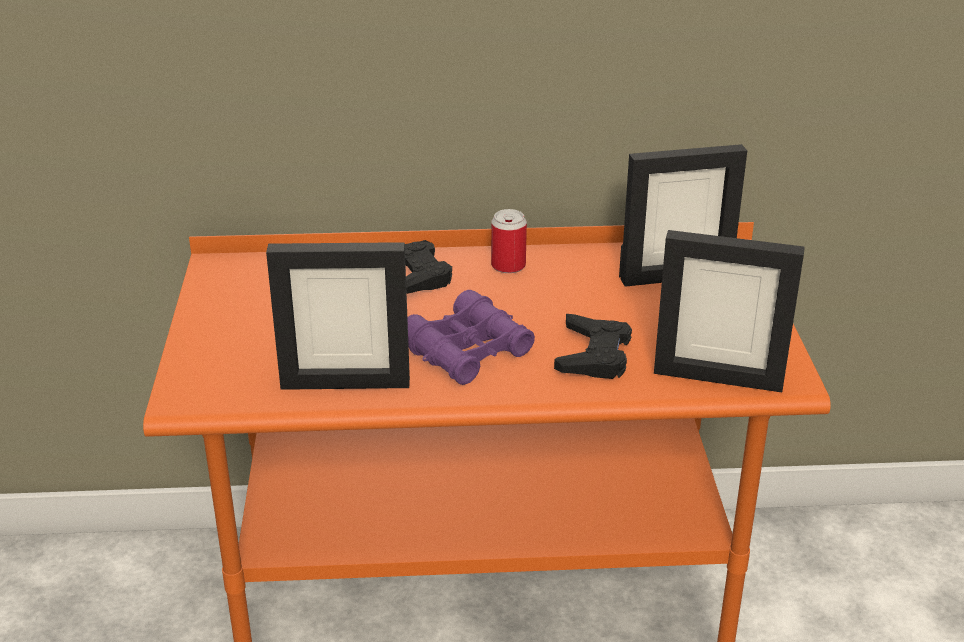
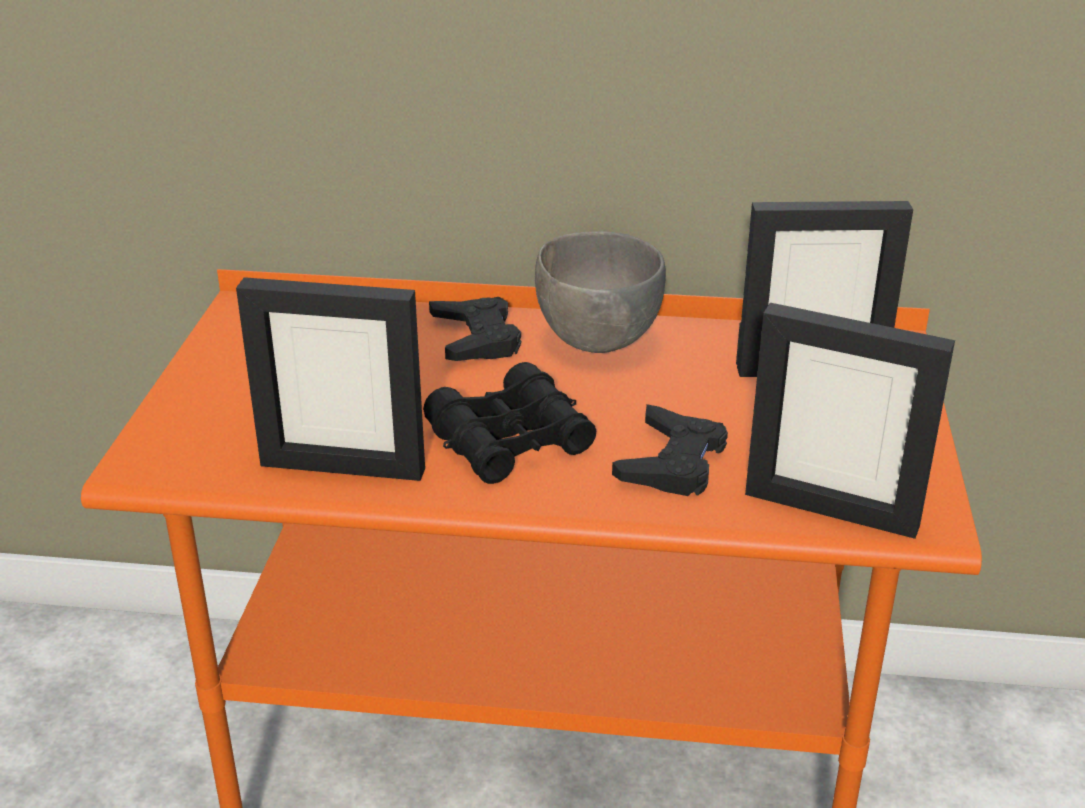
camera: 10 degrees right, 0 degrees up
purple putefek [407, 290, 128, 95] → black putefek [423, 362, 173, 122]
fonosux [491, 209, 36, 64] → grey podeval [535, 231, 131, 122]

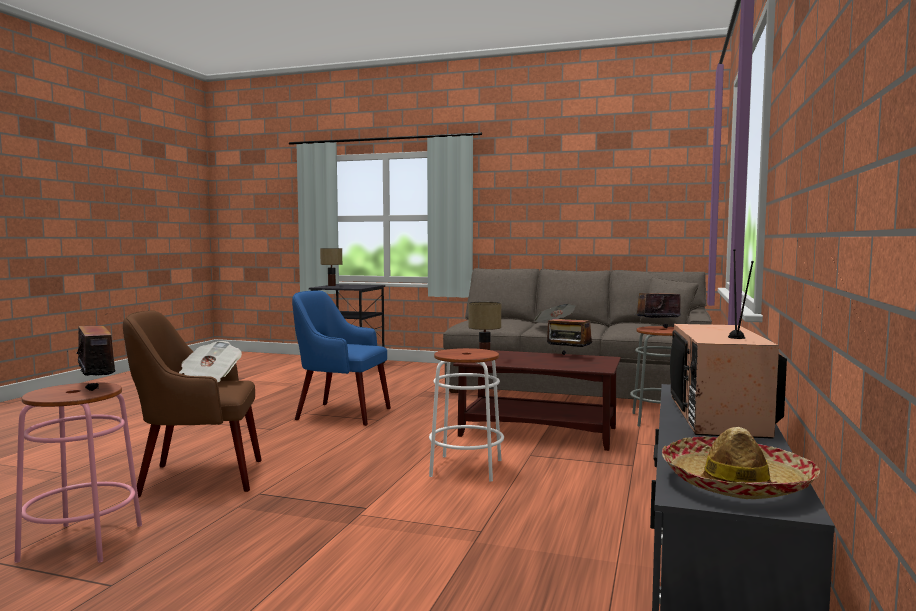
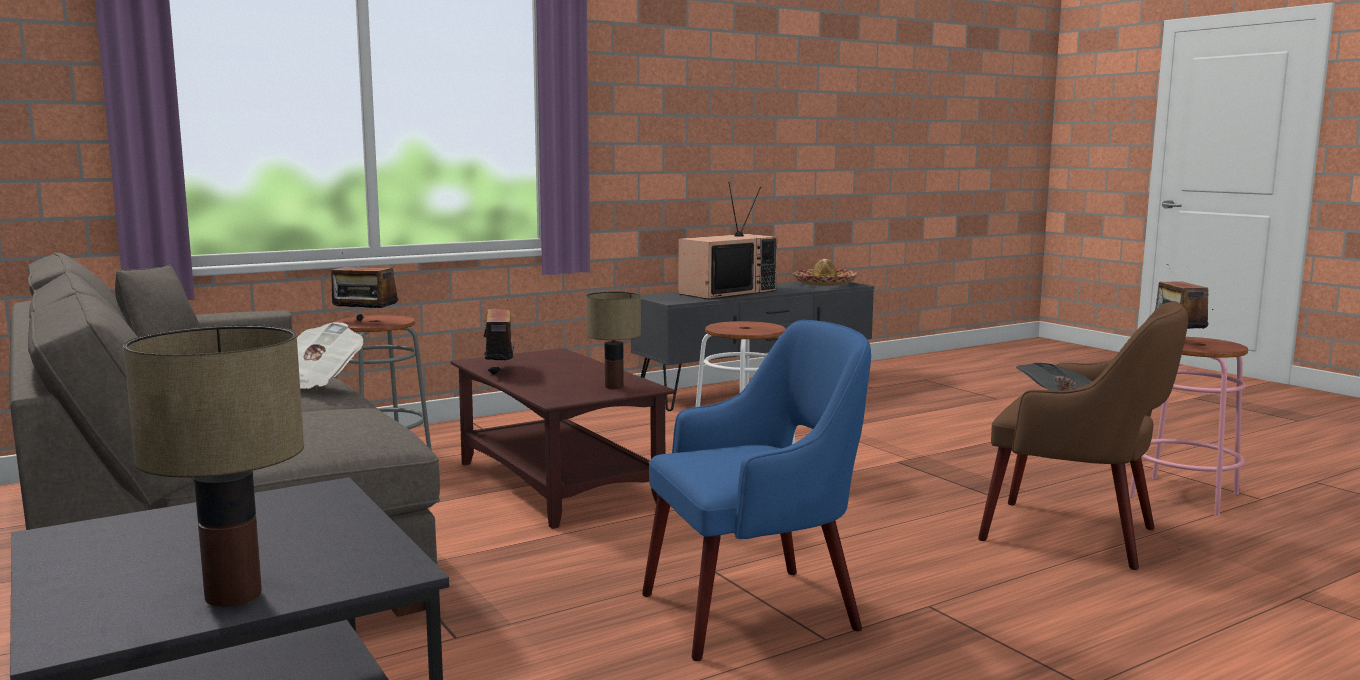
camera: 140 degrees left, 5 degrees up
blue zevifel [292, 291, 99, 135] → blue zevifel [642, 320, 229, 341], 75 degrees counterclockwise

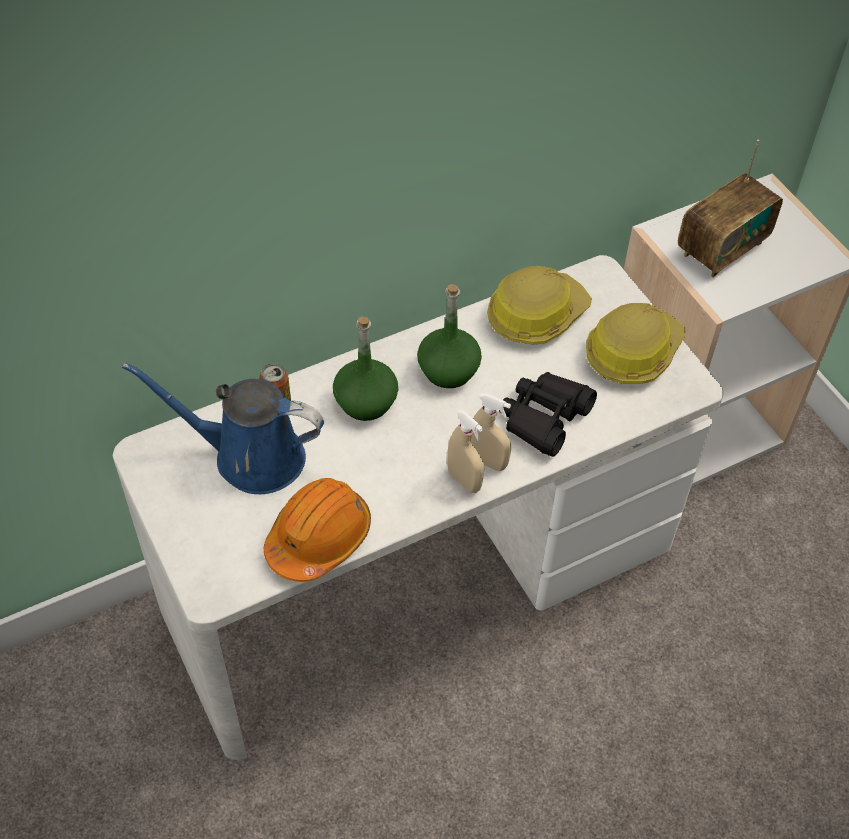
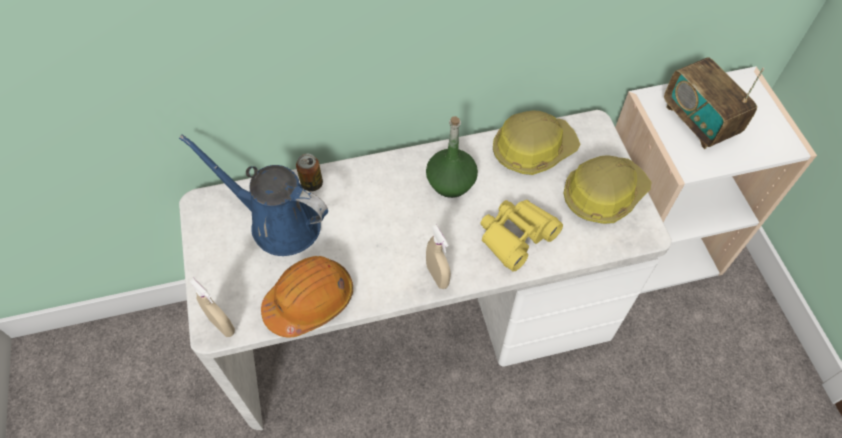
camera: 15 degrees right, 5 degrees up
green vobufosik [333, 316, 65, 105] → -
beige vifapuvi [471, 393, 40, 78] → beige vifapuvi [190, 278, 45, 59], relocated
black putefek [499, 372, 98, 85] → yellow putefek [480, 200, 83, 72]
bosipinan [678, 140, 105, 137] → bosipinan [664, 57, 101, 92], 90 degrees clockwise

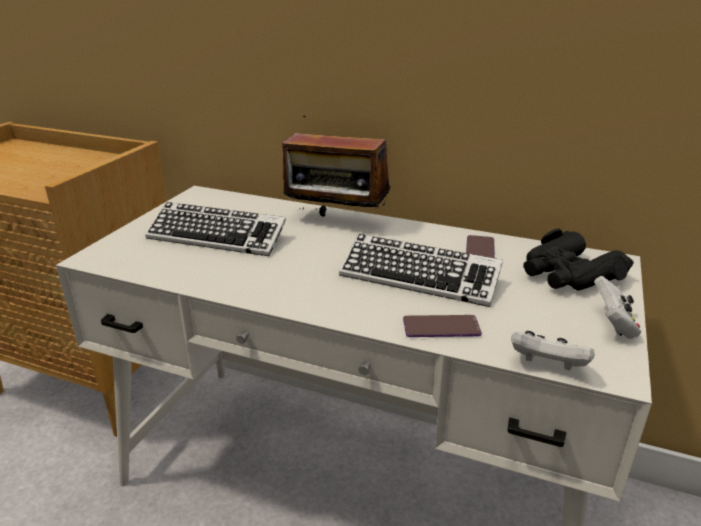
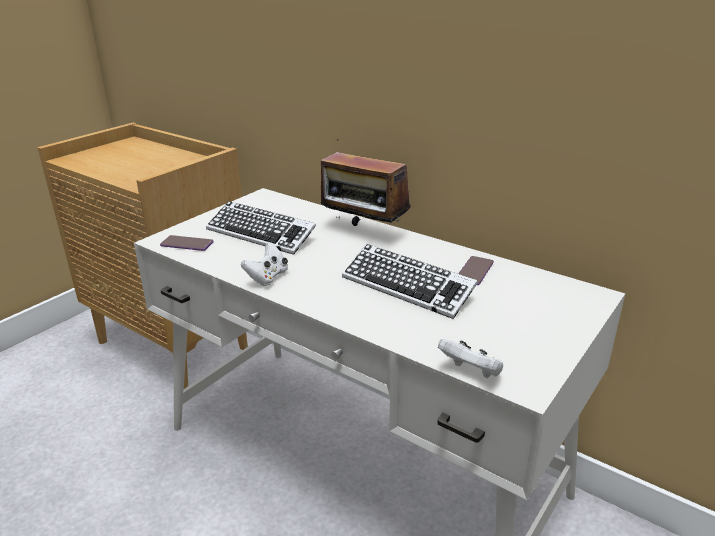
camera: 15 degrees right, 0 degrees up
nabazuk [403, 315, 79, 22] → nabazuk [160, 235, 54, 16], relocated
black putefek [523, 228, 111, 63] → -
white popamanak [594, 276, 47, 63] → white popamanak [241, 242, 47, 44], relocated

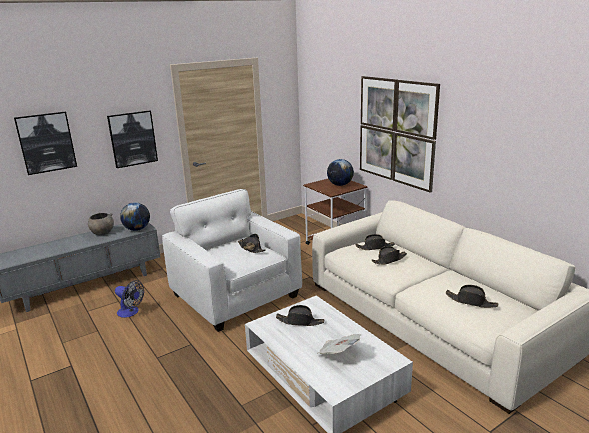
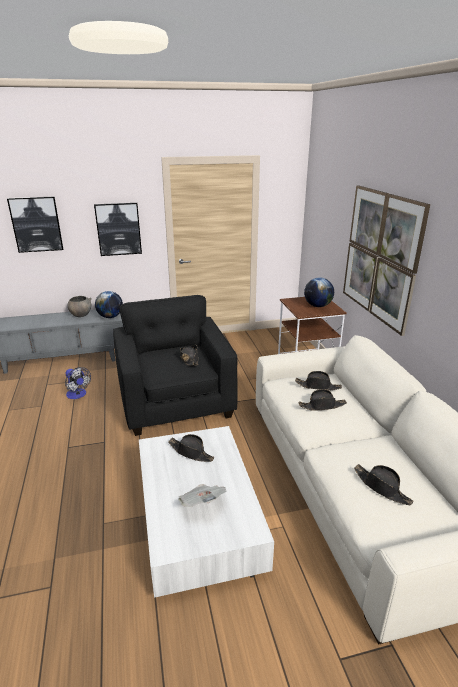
camera: 20 degrees right, 5 degrees up
white zevifel [162, 189, 140, 143] → black zevifel [113, 295, 125, 141]

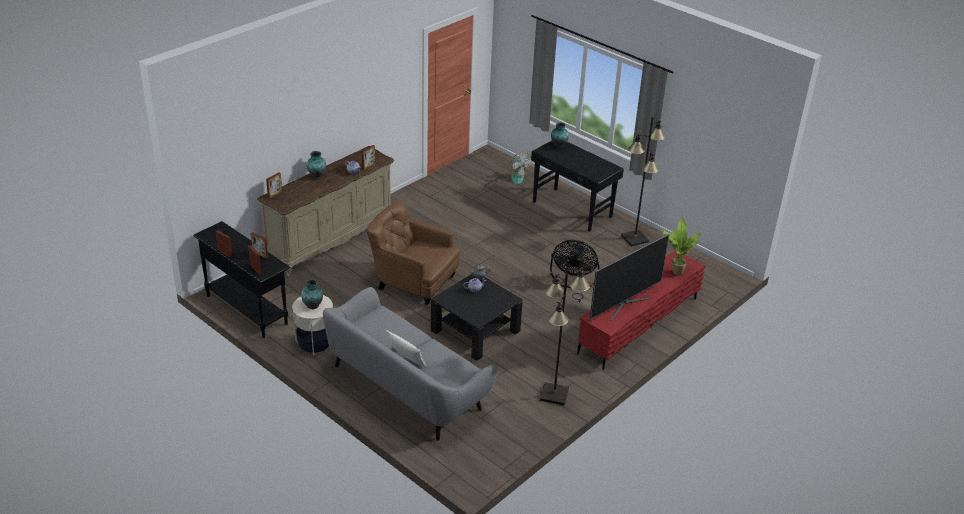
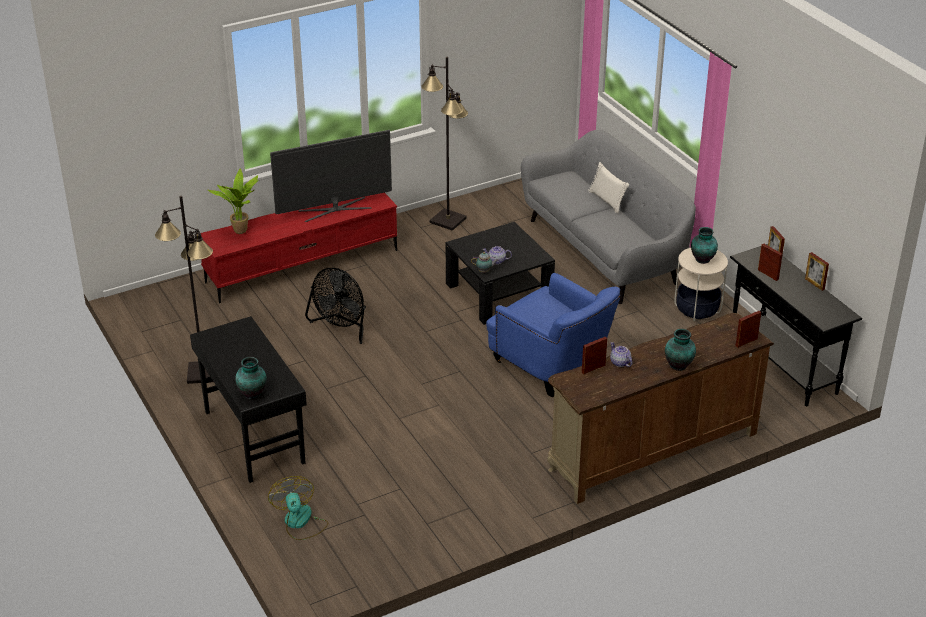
camera: 160 degrees left, 0 degrees up
brown zevifel [367, 201, 94, 104] → blue zevifel [486, 273, 134, 124]

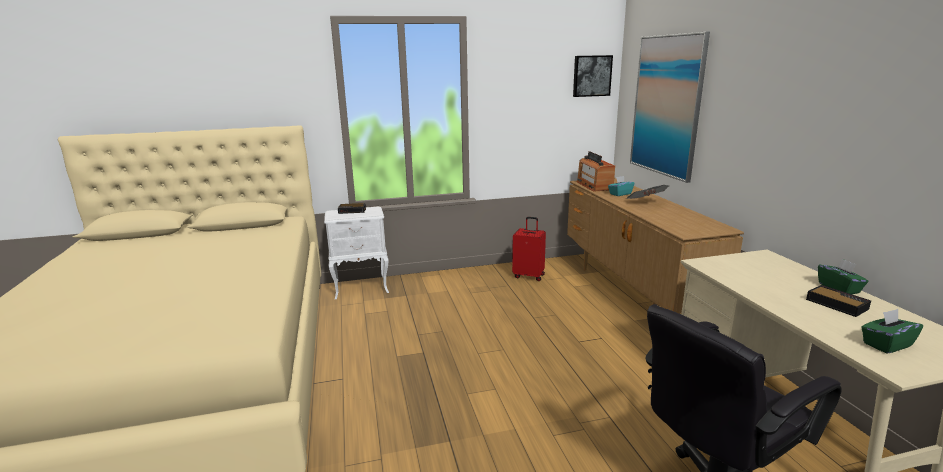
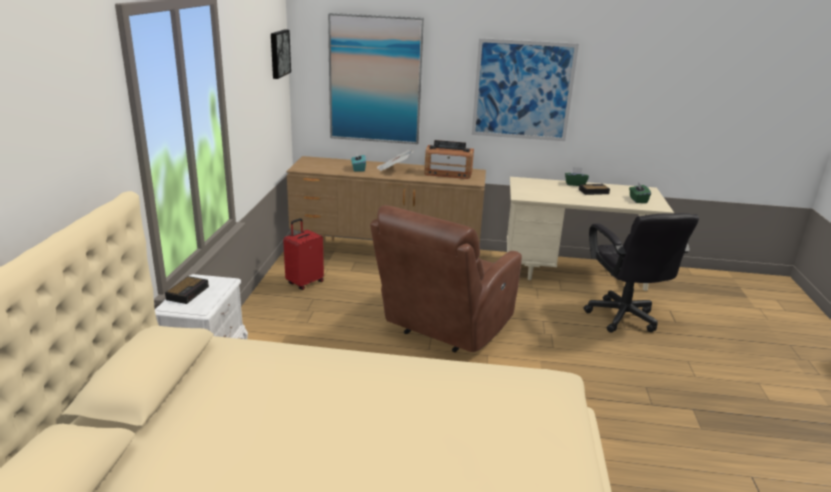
camera: 70 degrees left, 5 degrees up
bosipinan [576, 151, 39, 41] → bosipinan [424, 140, 50, 39], relocated
- → brown zevifel [370, 205, 152, 147]
- → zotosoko [472, 38, 107, 103]

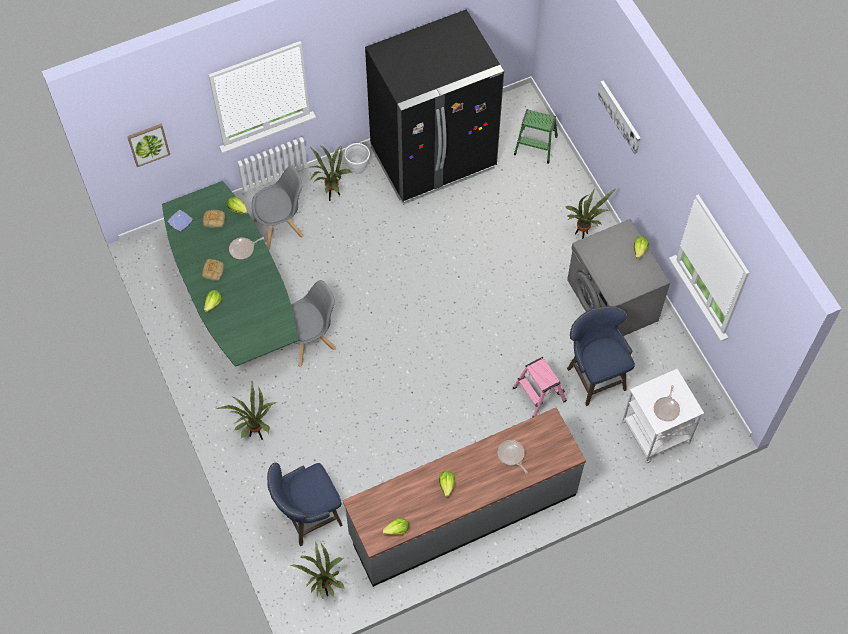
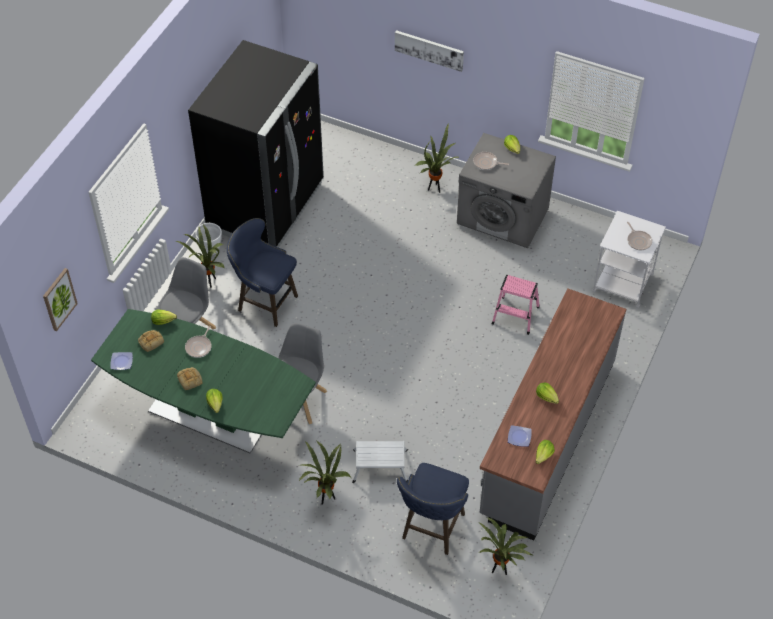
camera: 40 degrees left, 10 degrees down
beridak [498, 440, 30, 34] → beridak [473, 152, 35, 18], relocated
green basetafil [514, 109, 44, 55] → -
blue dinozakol [567, 306, 68, 100] → blue dinozakol [227, 218, 71, 109], relocated
- → white basetafil [352, 441, 56, 42]
- → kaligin [508, 425, 24, 21]

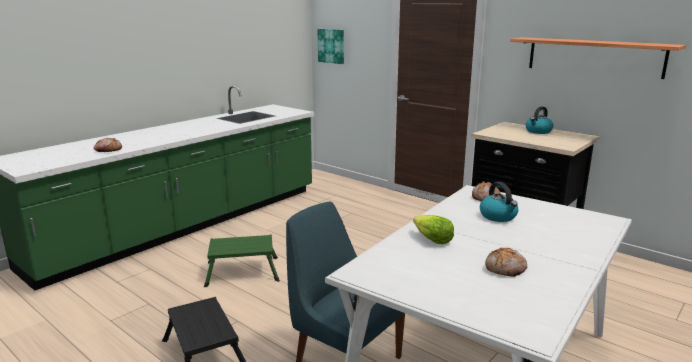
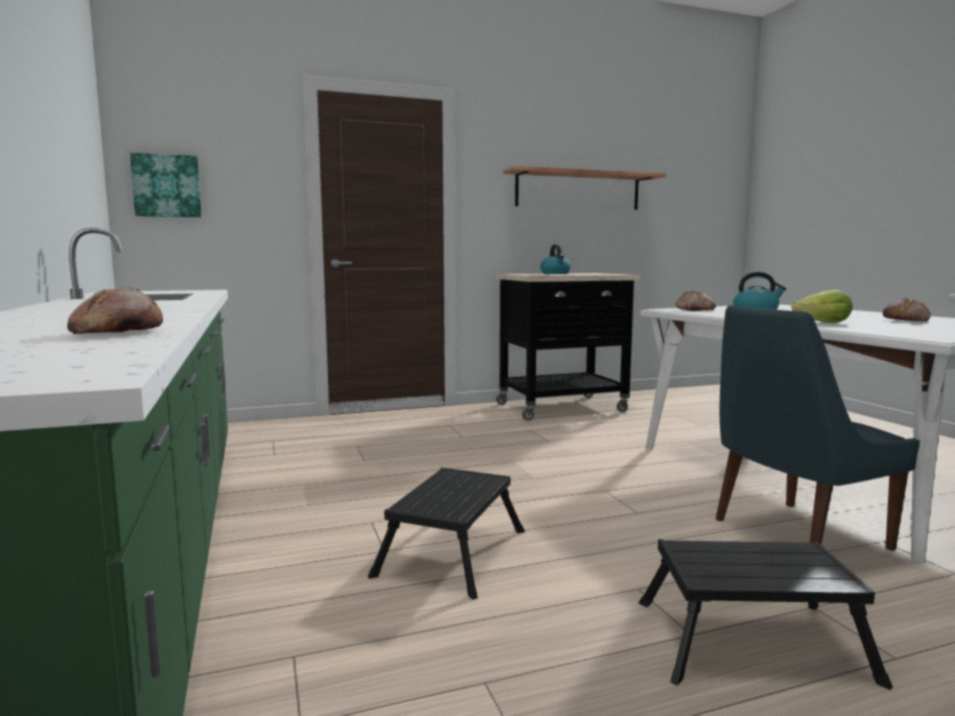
camera: 60 degrees left, 10 degrees down
green basetafil [204, 234, 76, 54] → black basetafil [368, 468, 157, 132]

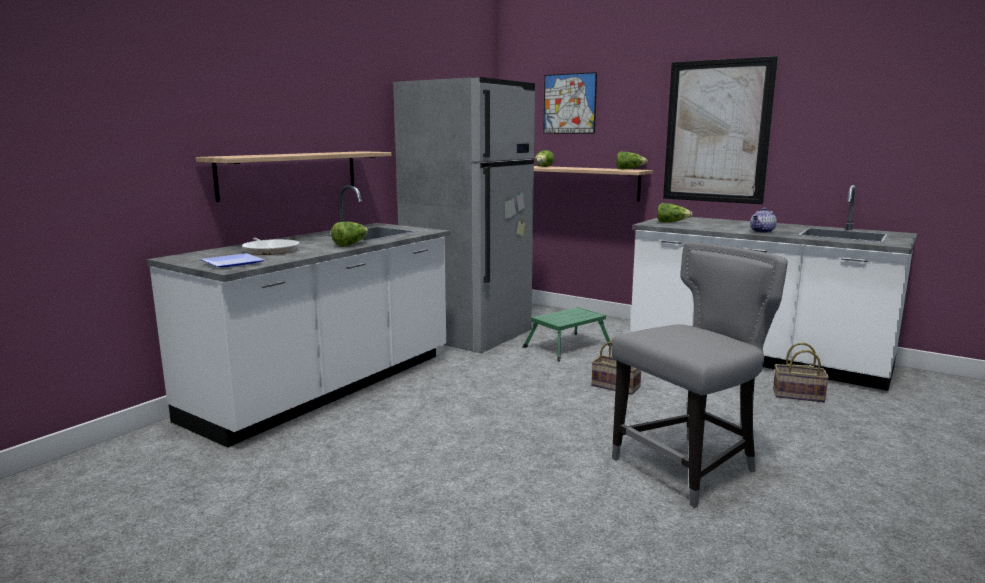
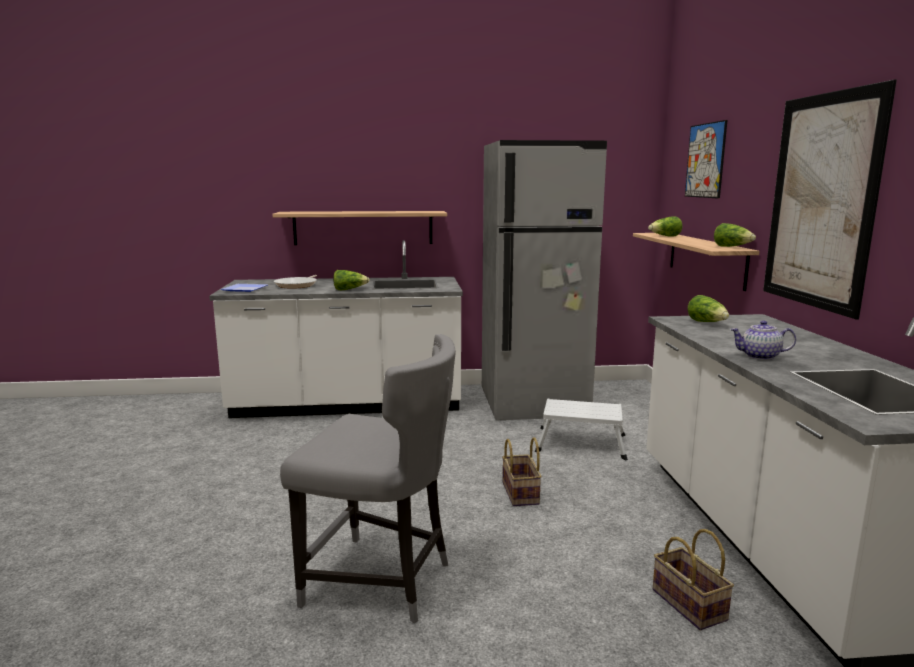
camera: 50 degrees right, 0 degrees up
green basetafil [522, 307, 90, 55] → white basetafil [535, 398, 93, 63]

